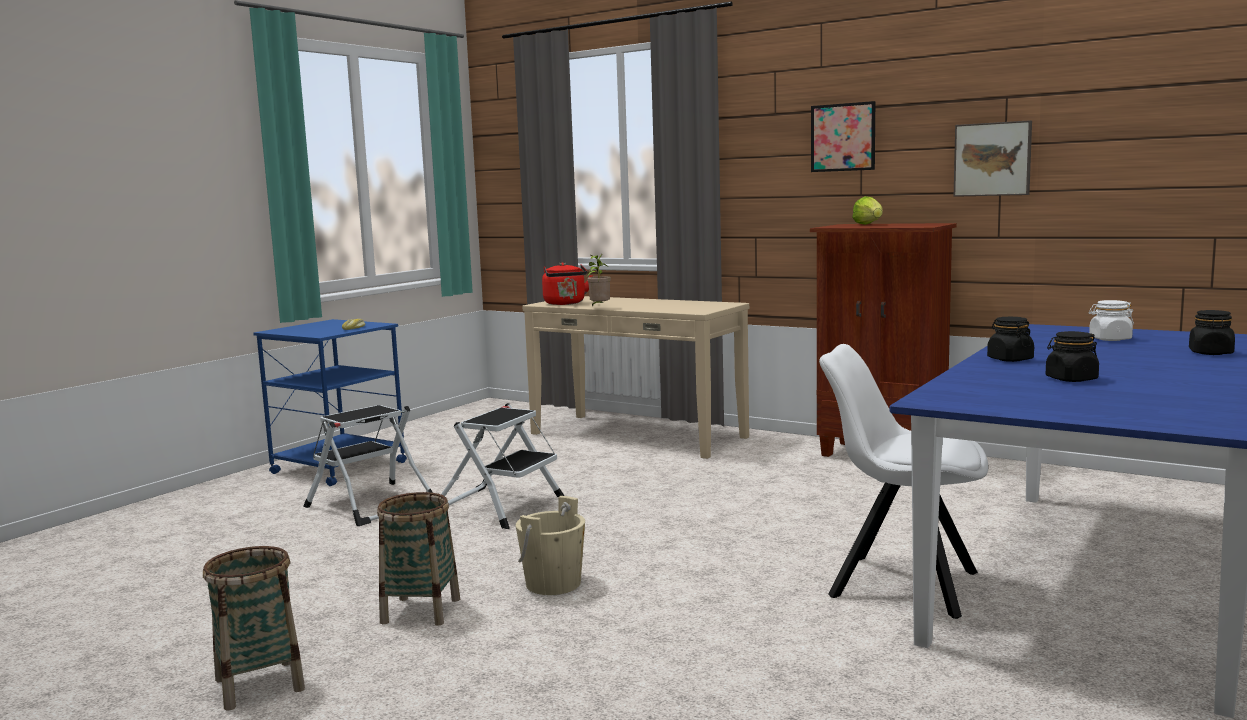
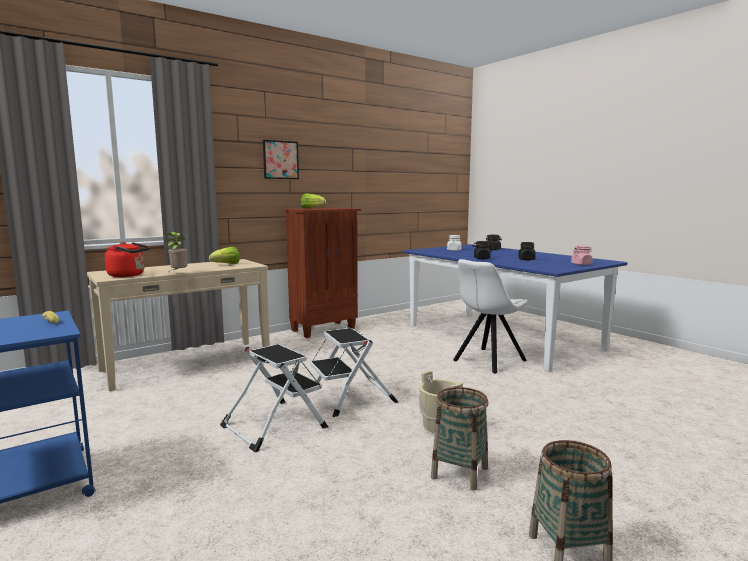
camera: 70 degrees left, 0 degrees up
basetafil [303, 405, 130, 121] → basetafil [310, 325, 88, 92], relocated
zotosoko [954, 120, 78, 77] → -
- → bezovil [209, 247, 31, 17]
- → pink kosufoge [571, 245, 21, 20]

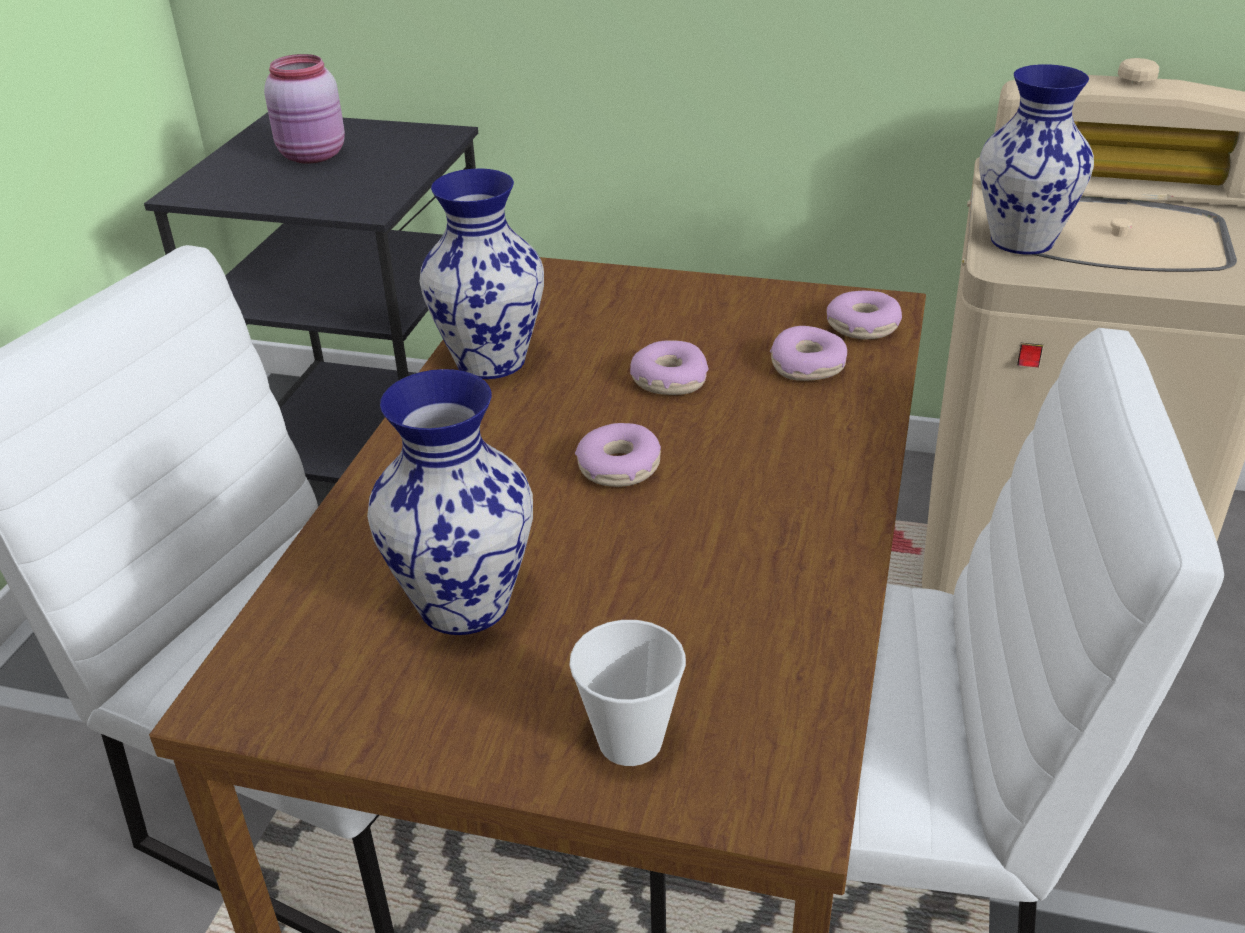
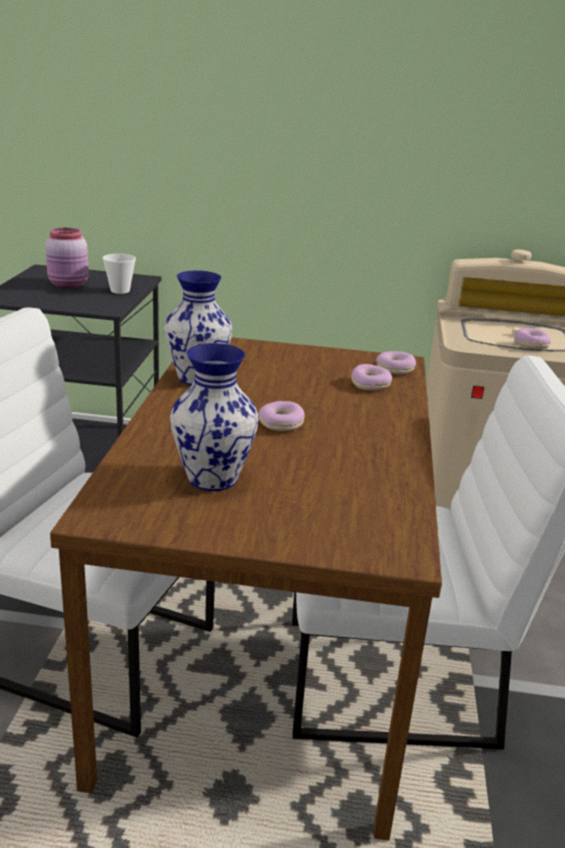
camera: 10 degrees left, 10 degrees down
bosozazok [569, 620, 117, 146] → bosozazok [103, 254, 33, 40], relocated
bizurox [630, 340, 79, 55] → bizurox [514, 328, 37, 21], relocated
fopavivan [979, 64, 115, 191] → -

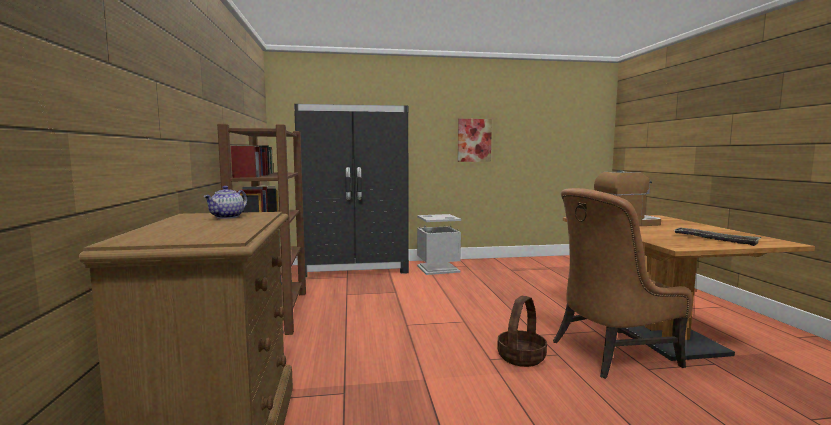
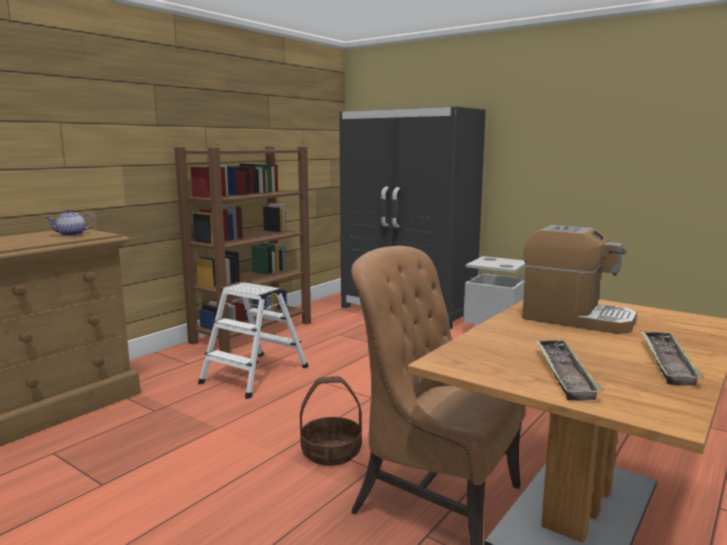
camera: 45 degrees right, 5 degrees up
zotosoko [458, 119, 34, 43] → -
- → white basetafil [198, 282, 110, 117]
- → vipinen [640, 331, 64, 55]

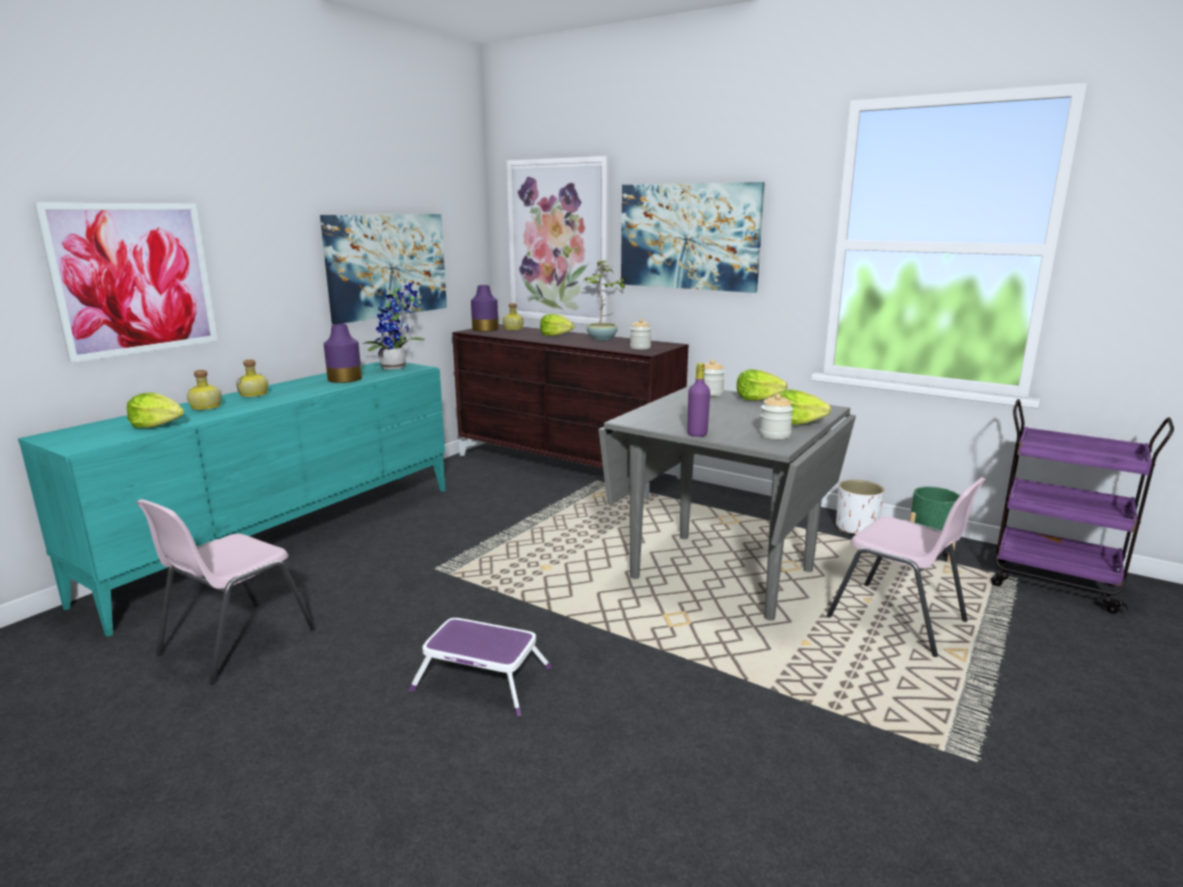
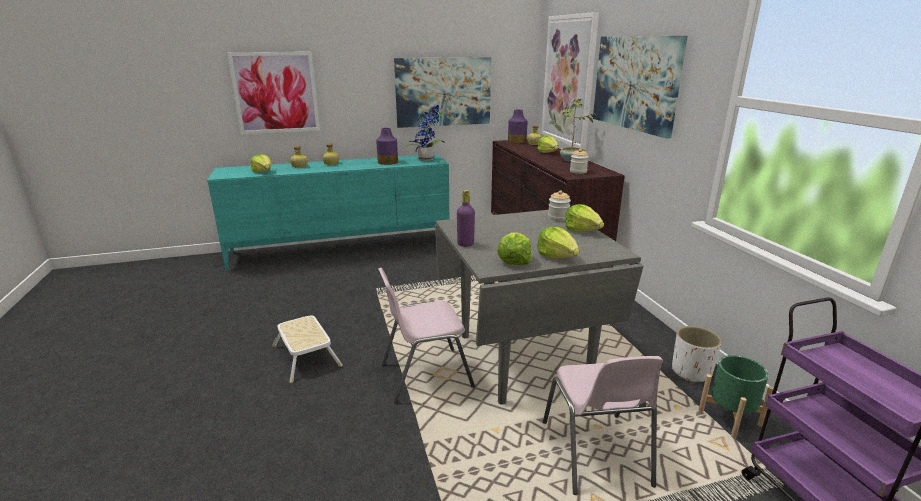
camera: 40 degrees right, 5 degrees up
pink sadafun [136, 499, 179, 185] → pink sadafun [378, 268, 97, 135], relocated
purple basetafil [408, 618, 144, 99] → beige basetafil [272, 315, 71, 68]
kosufoge [759, 394, 34, 45] → bezovil [497, 232, 35, 33]

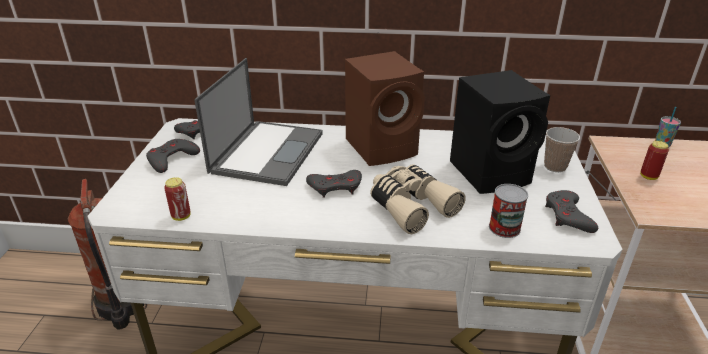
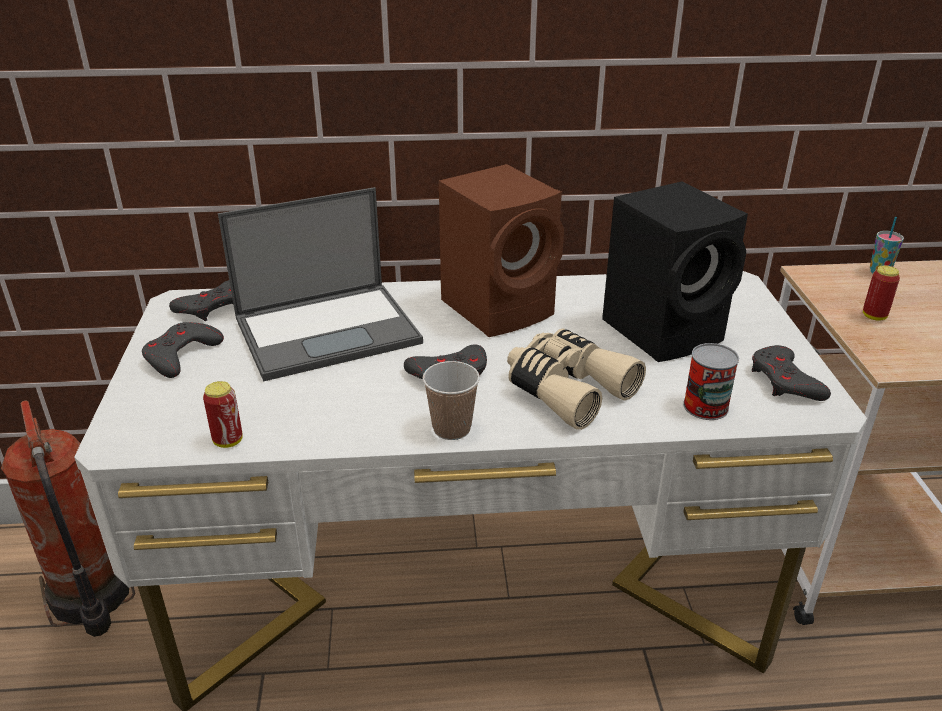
camera: 10 degrees left, 0 degrees up
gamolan [194, 58, 129, 128] → gamolan [218, 187, 205, 194], 60 degrees clockwise
bosozazok [544, 127, 36, 45] → bosozazok [423, 361, 57, 79], relocated

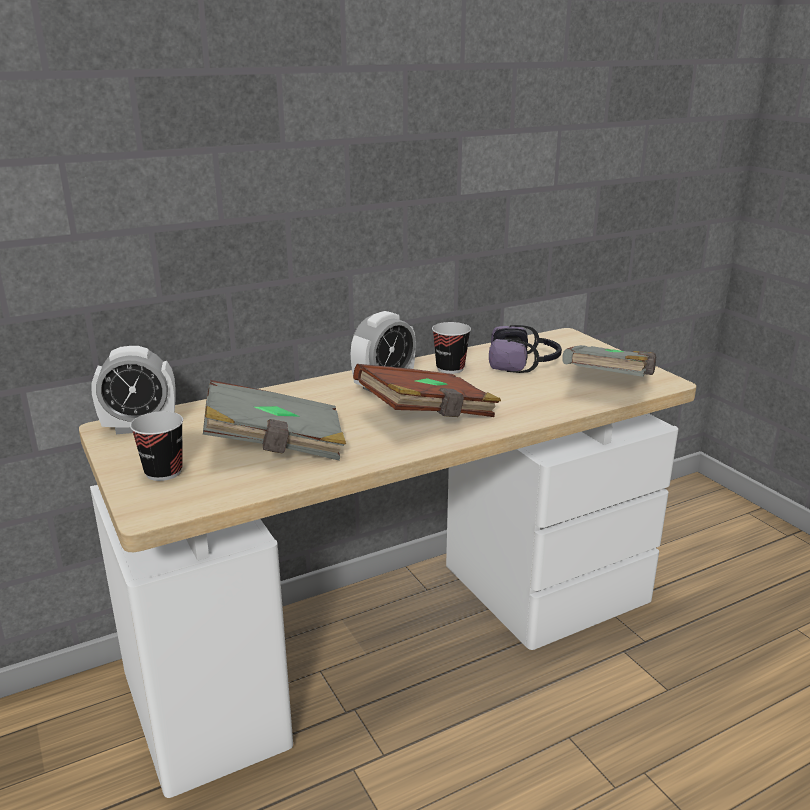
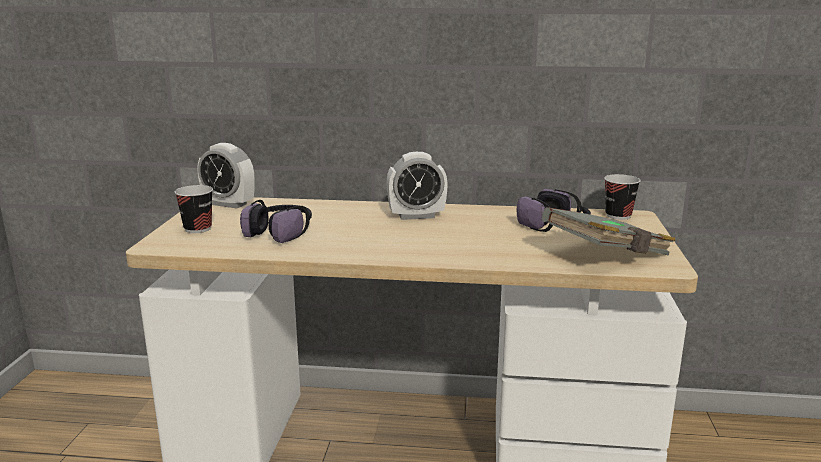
camera: 35 degrees right, 5 degrees down
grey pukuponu [203, 380, 143, 81] → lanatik [240, 200, 72, 43]
brown pukuponu [353, 364, 148, 53] → -
bosozazok [432, 322, 39, 52] → bosozazok [604, 174, 37, 46], relocated

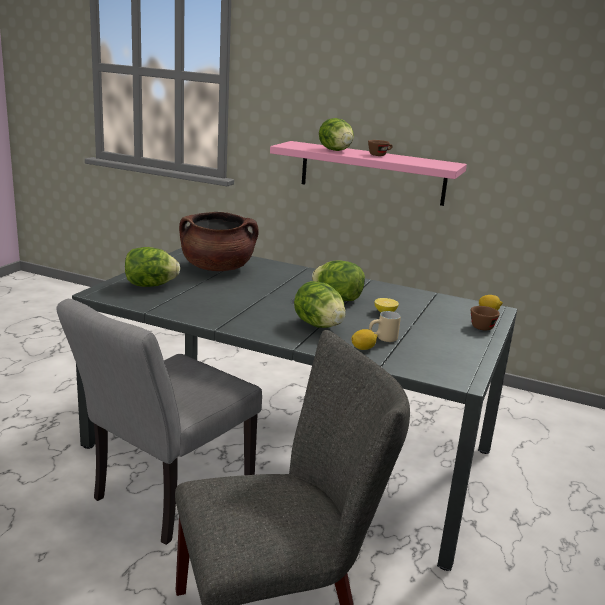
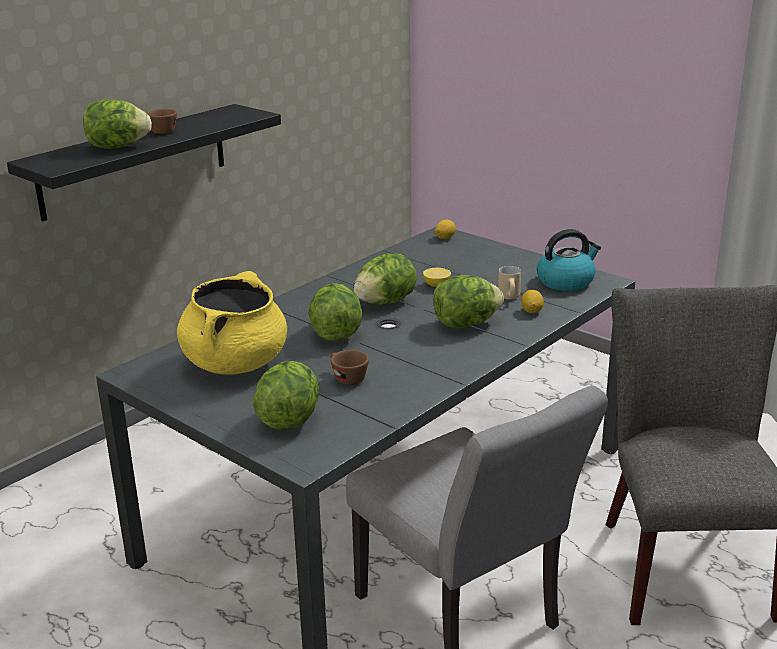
camera: 70 degrees left, 5 degrees up
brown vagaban [179, 212, 80, 59] → yellow vagaban [177, 271, 110, 104]
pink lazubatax [270, 141, 197, 65] → black lazubatax [7, 104, 274, 117]
brown bosozazok [471, 306, 29, 24] → brown bosozazok [330, 350, 39, 35], relocated
- → bezovil [308, 283, 54, 59]
- → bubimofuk [537, 229, 64, 62]

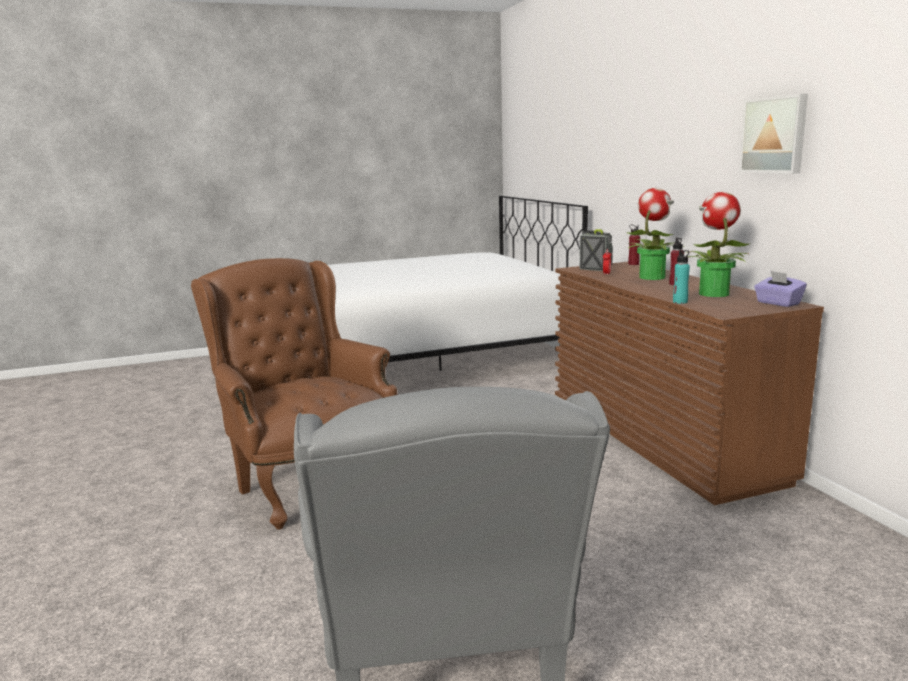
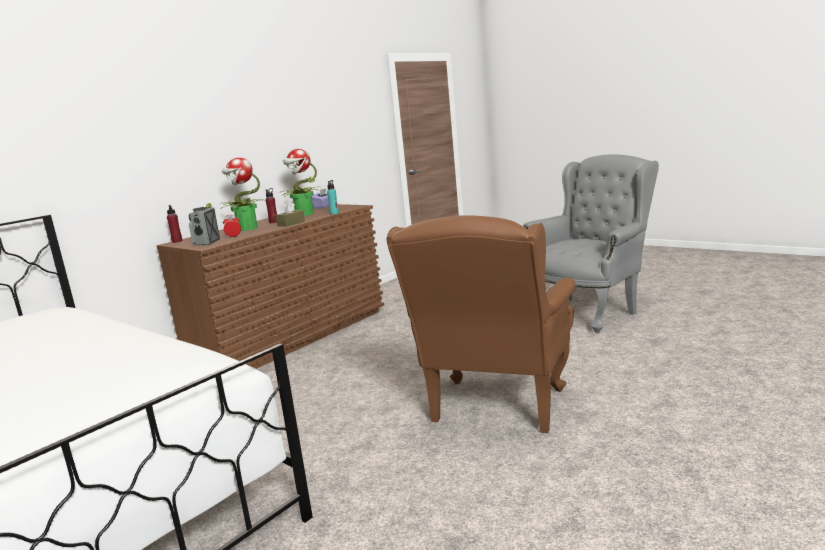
camera: 120 degrees left, 0 degrees up
zotosoko [739, 94, 69, 80] → -
- → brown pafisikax [276, 202, 29, 24]

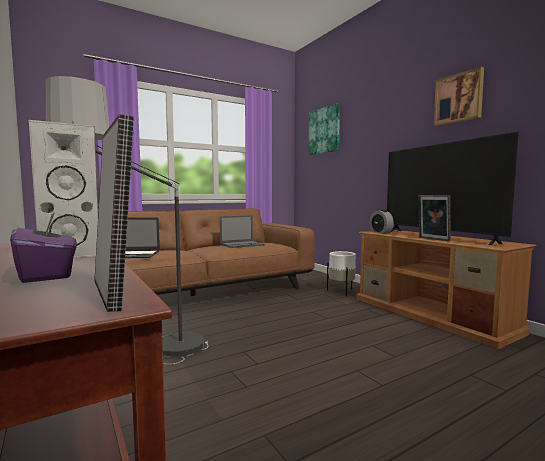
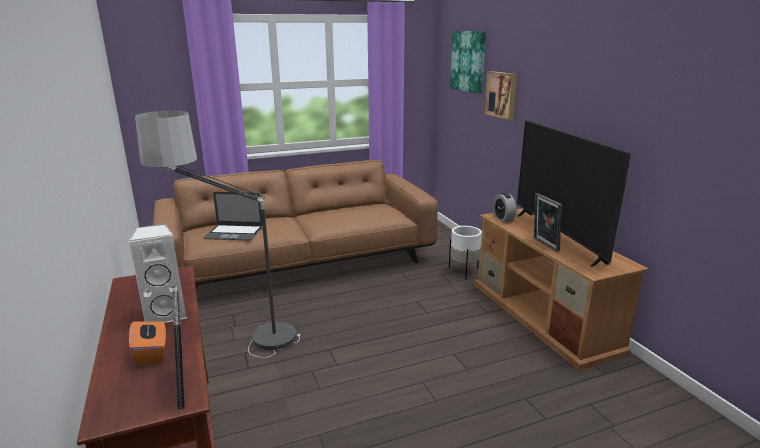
camera: 10 degrees right, 15 degrees up
purple pafisikax [10, 213, 67, 70] → orange pafisikax [129, 318, 37, 48]
gamolan [220, 215, 45, 33] → -
zotosoko [434, 67, 50, 59] → zotosoko [484, 71, 33, 49], relocated

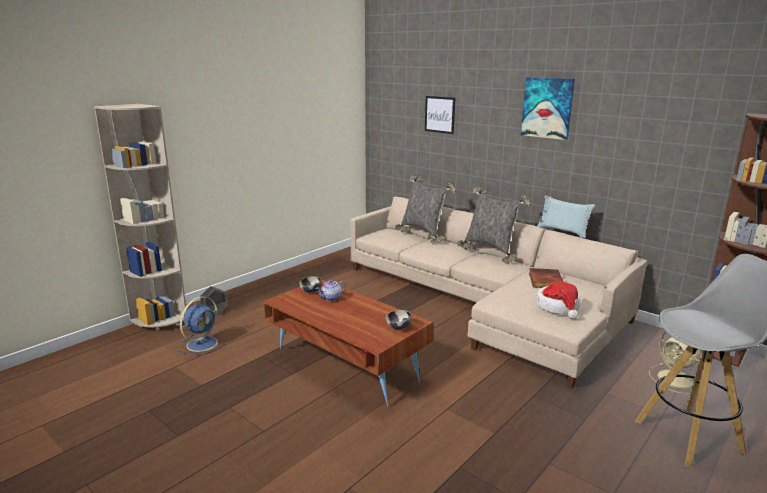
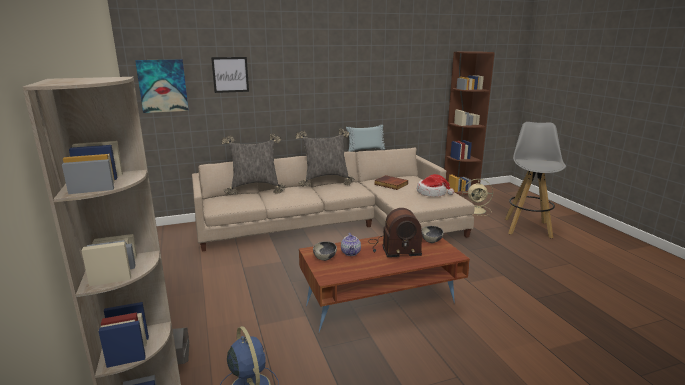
camera: 60 degrees left, 0 degrees up
zotosoko [521, 77, 54, 63] → zotosoko [135, 59, 54, 54], relocated
- → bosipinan [368, 208, 55, 49]

